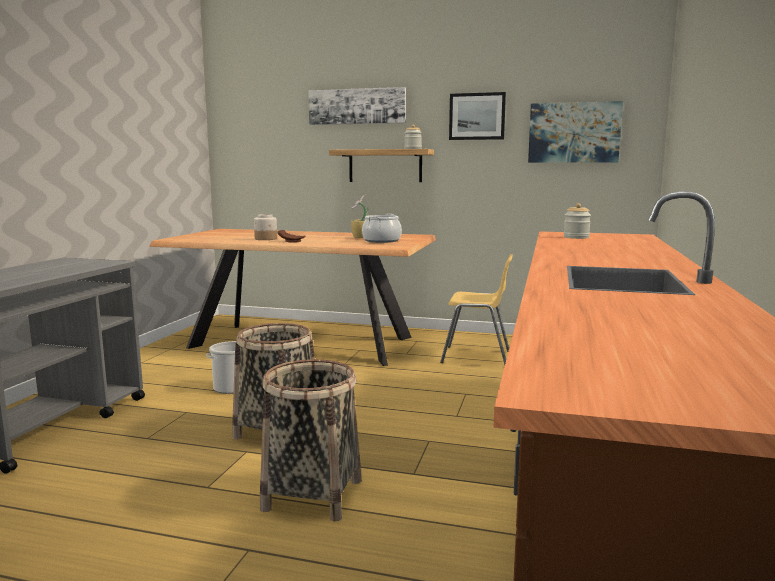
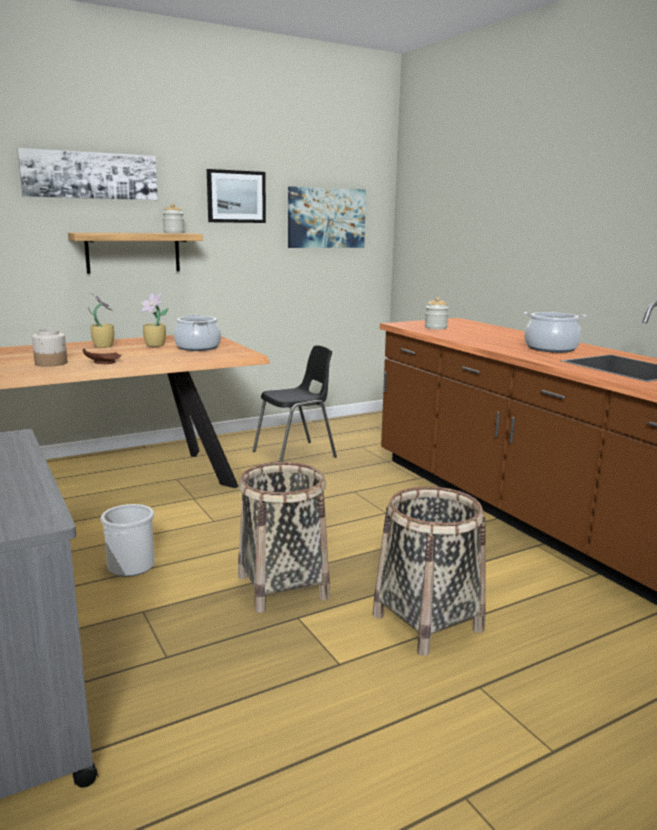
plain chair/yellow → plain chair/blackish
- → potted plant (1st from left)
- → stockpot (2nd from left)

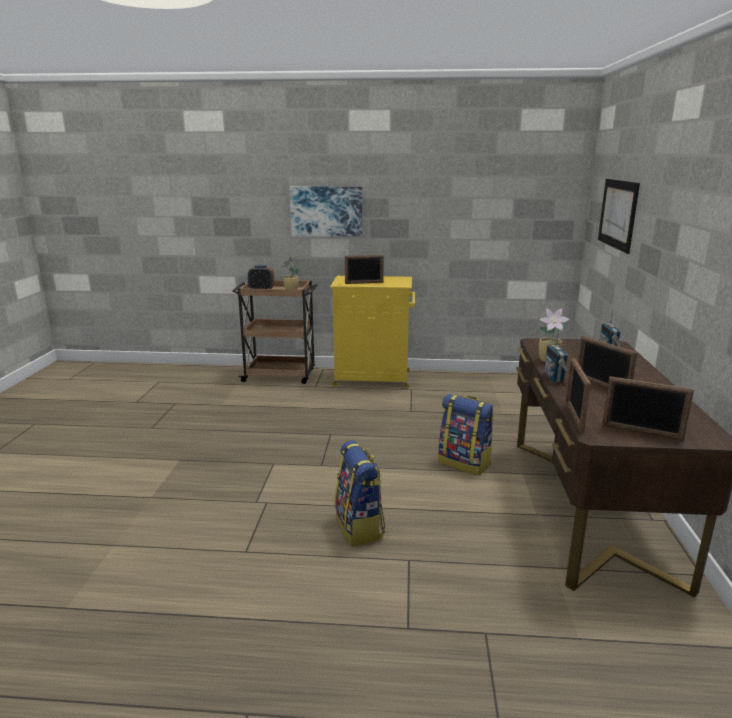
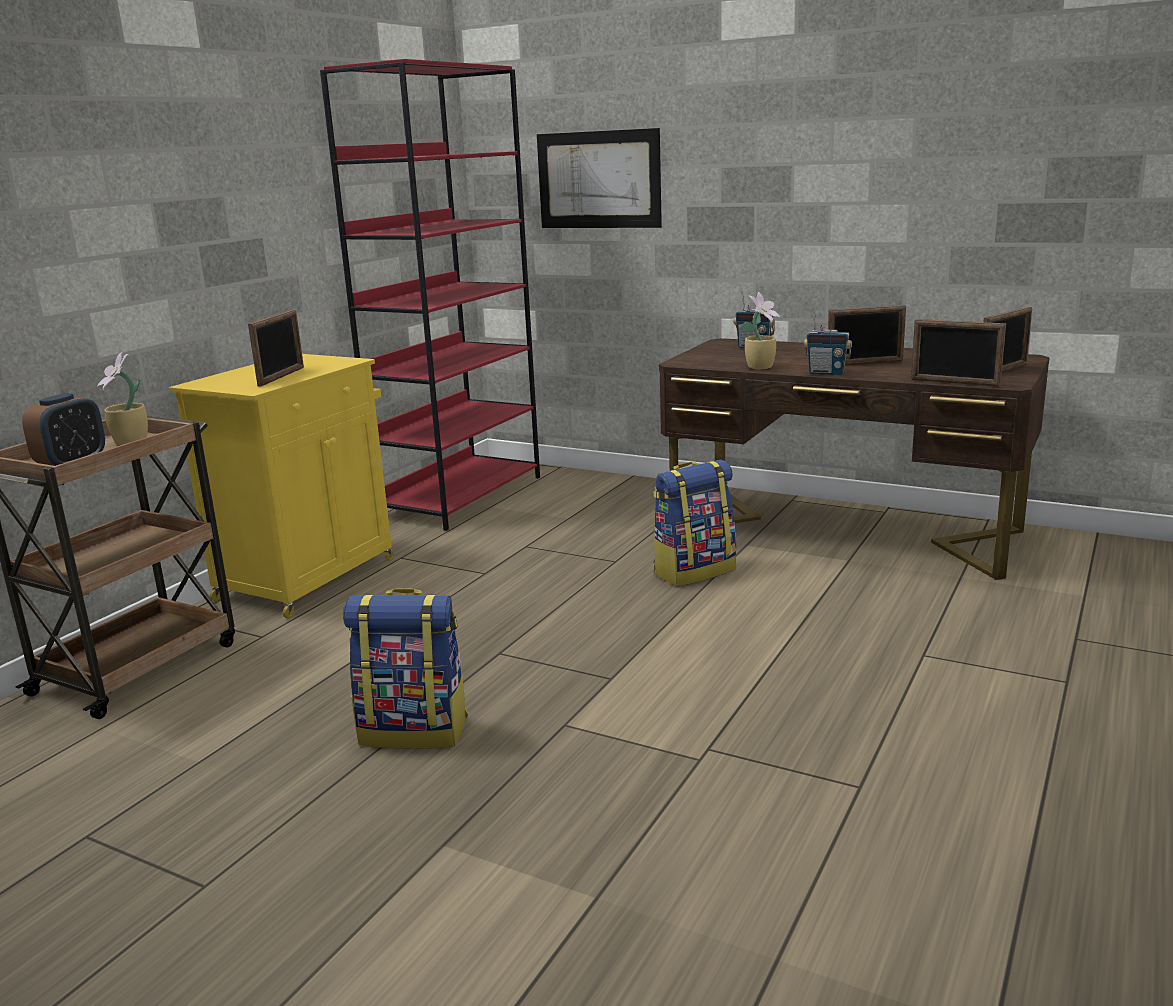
wall art (1st from left) → -
backpack (1st from left), moved
- → shelving unit/reddish

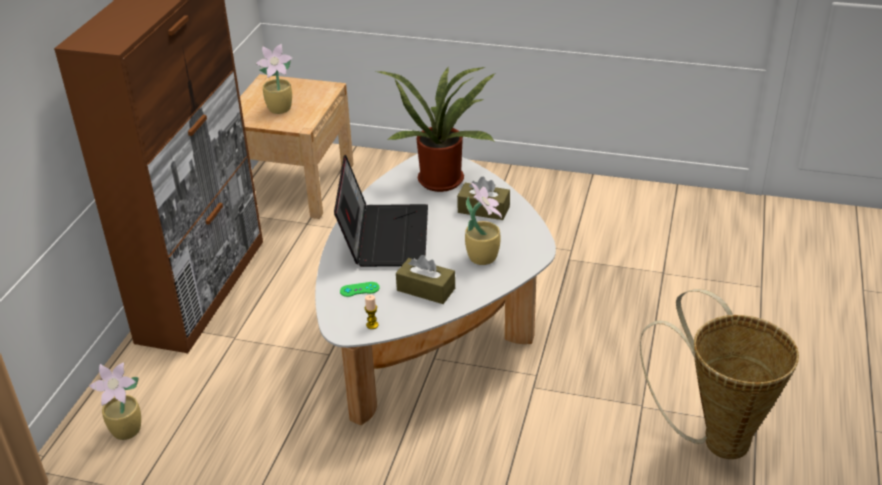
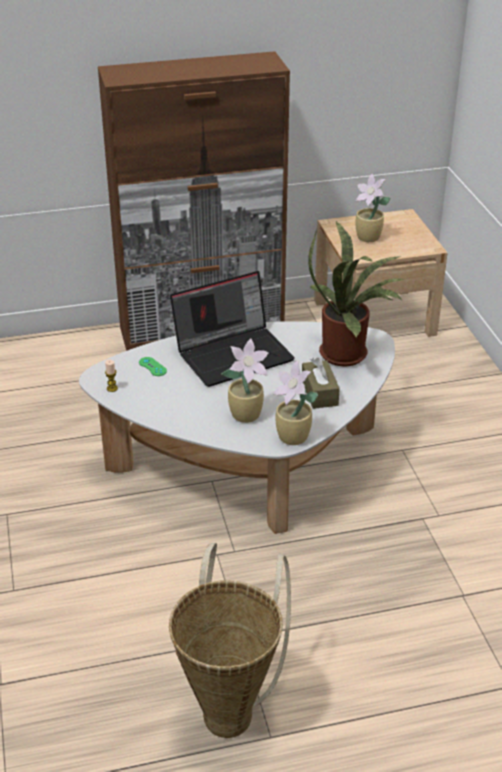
tissue box/brown-coloured (1st from left) → -
potted plant (1st from left in the first image) → potted plant (2nd from left), moved

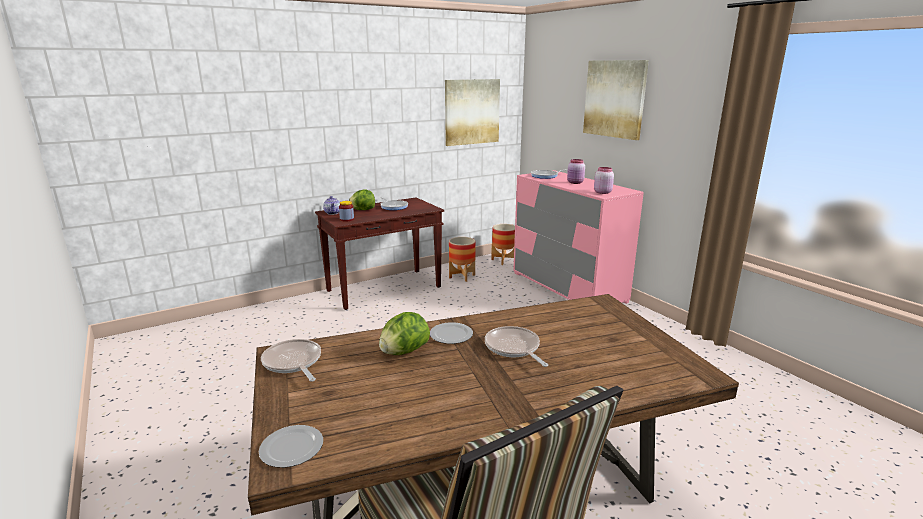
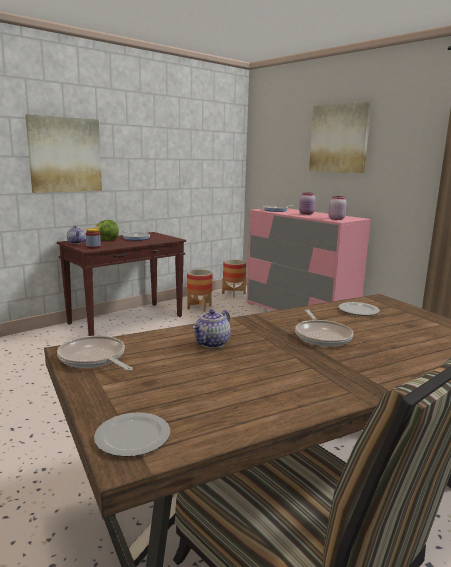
wall art (1st from left), moved
lettuce head (2nd from left) → teapot (2nd from left)
flat dish (2nd from left), moved
frying pan (3rd from left in the first image) → frying pan (4th from left), 150 degrees counterclockwise

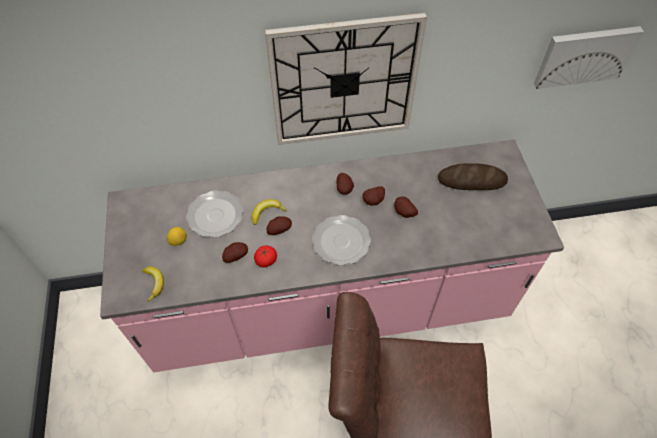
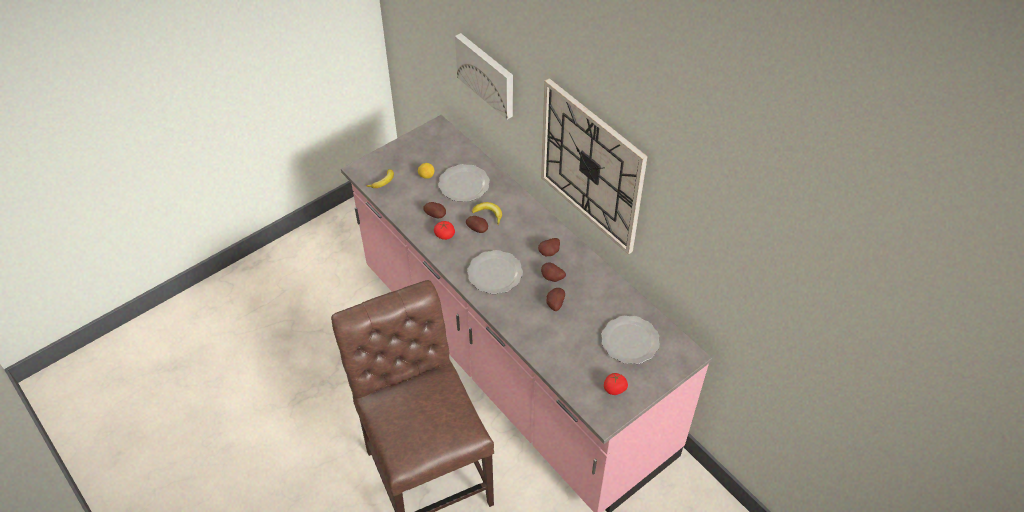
wall art, moved
bakery bread → flat dish (3rd from left)
- → tomato (2nd from left)

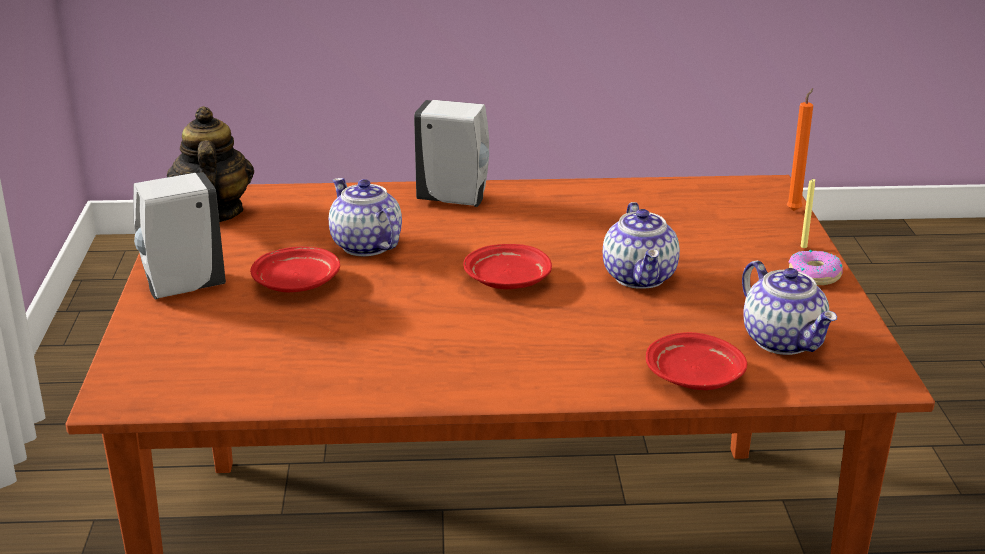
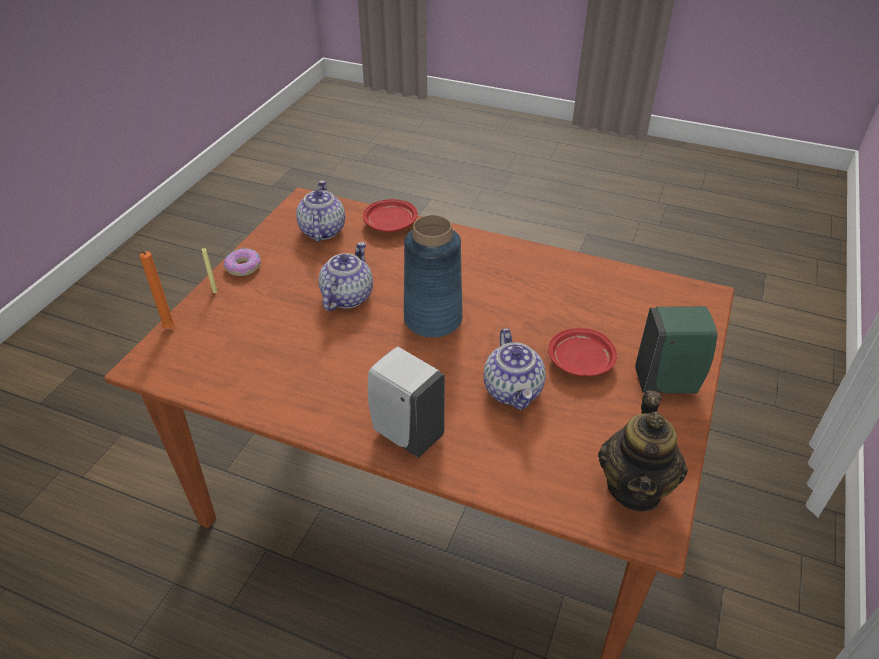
soap dispenser/white (1st from left) → soap dispenser/green
flat dish/reddish (2nd from left) → flower vase/blue-coloured

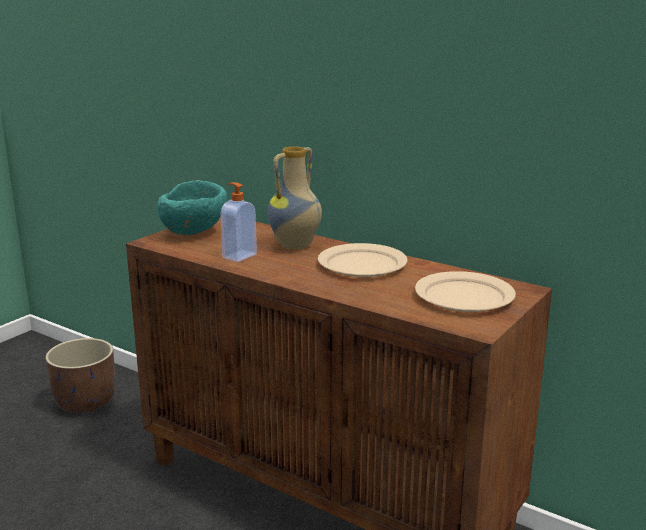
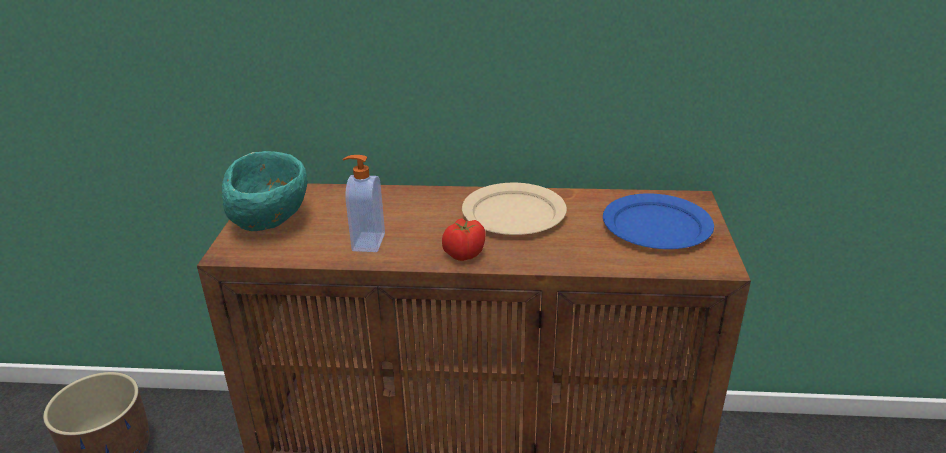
flower vase → -
flat dish/sand-coloured (2nd from left) → flat dish/blue-coloured
- → tomato

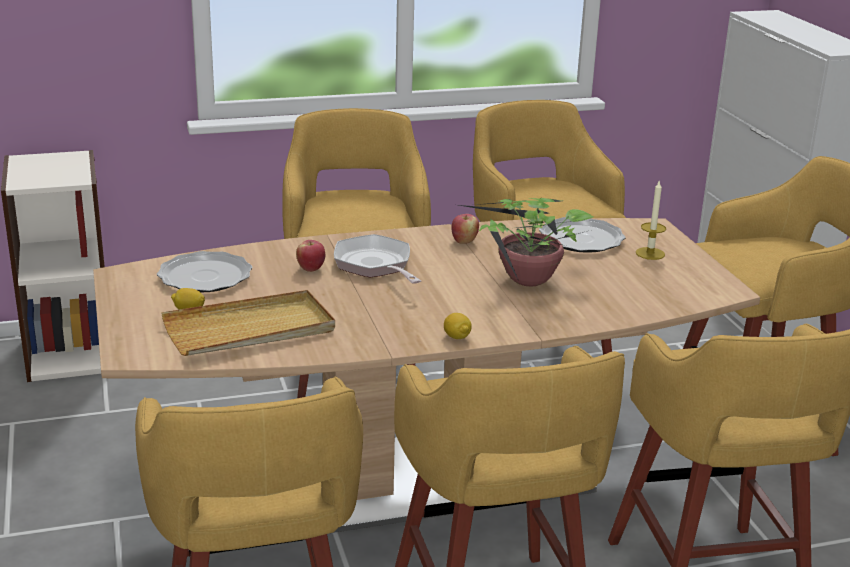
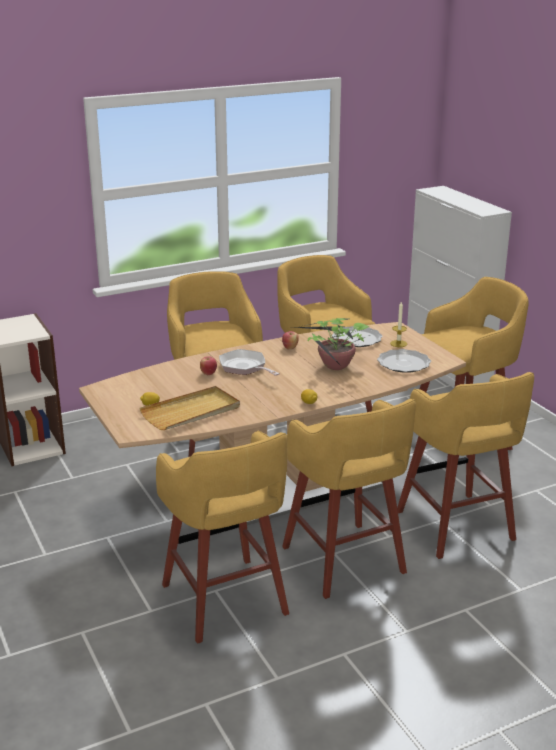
flat dish (1st from left in the first image) → flat dish (2nd from left), moved

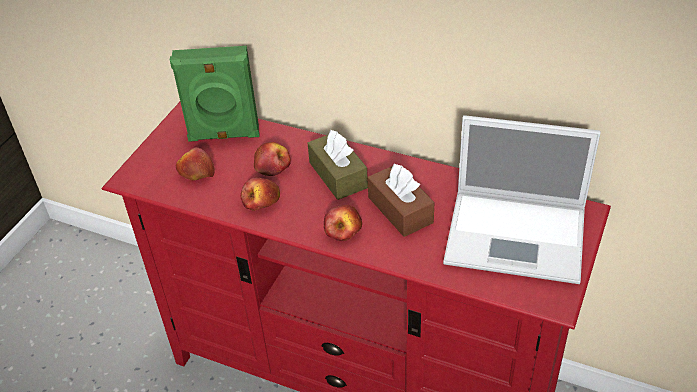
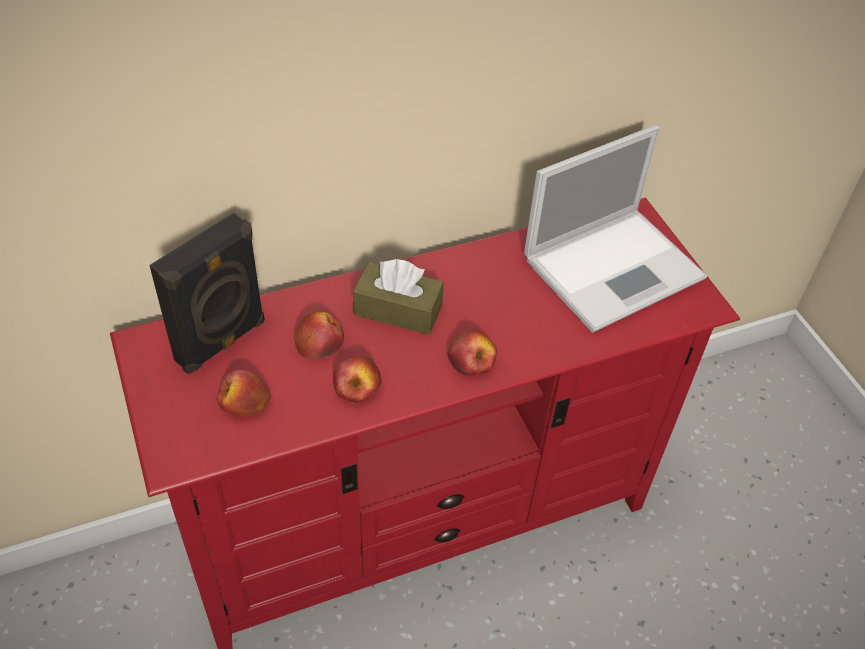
speaker/green → speaker/blackish
tissue box/brown-coloured (2nd from left) → -

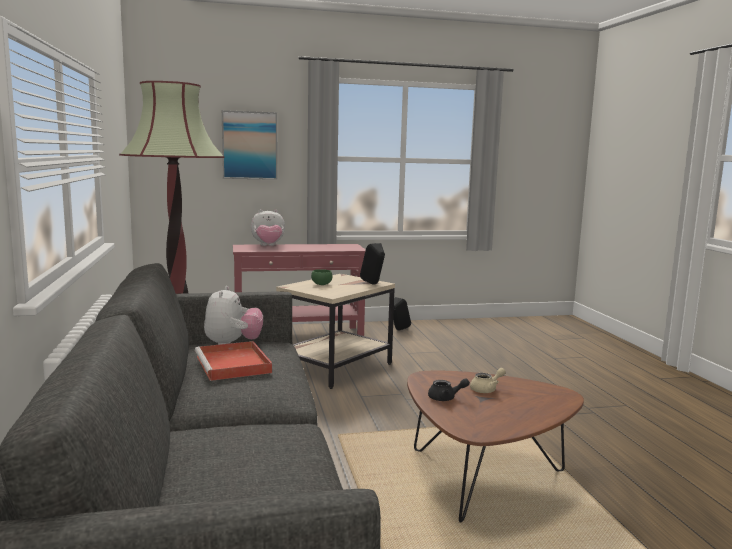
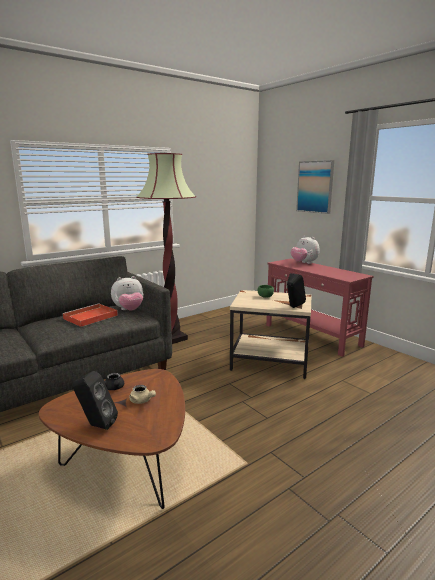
speaker/blackish (2nd from left in the first image) → speaker/blackish (1st from left), moved

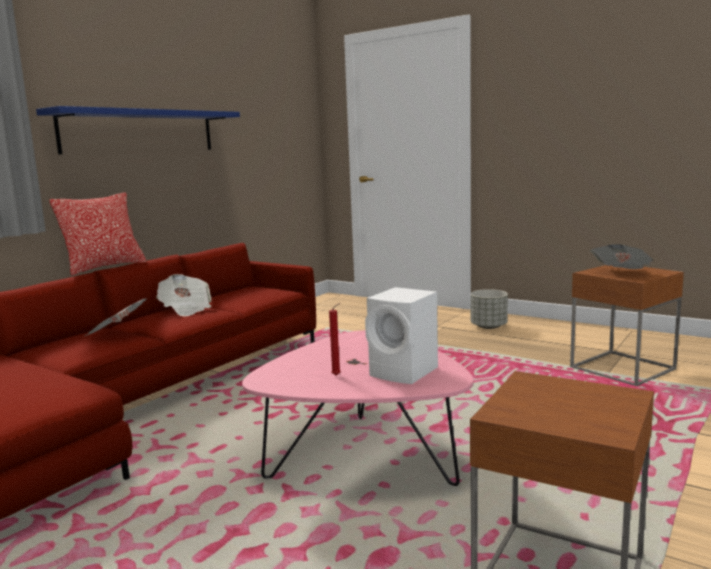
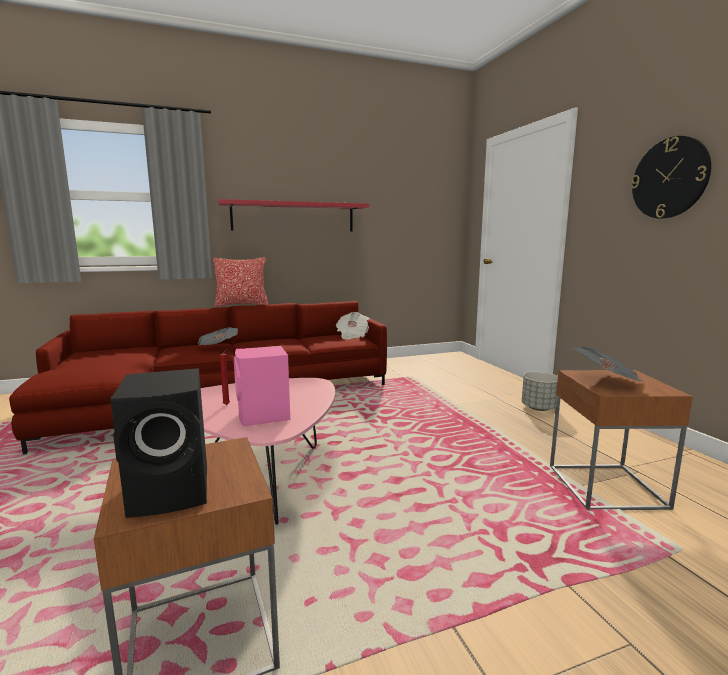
wall shelf/blue-coloured → wall shelf/reddish
daily paper (2nd from left), moved
speaker/white → speaker/pinkish
- → hanging clock
- → speaker/blackish

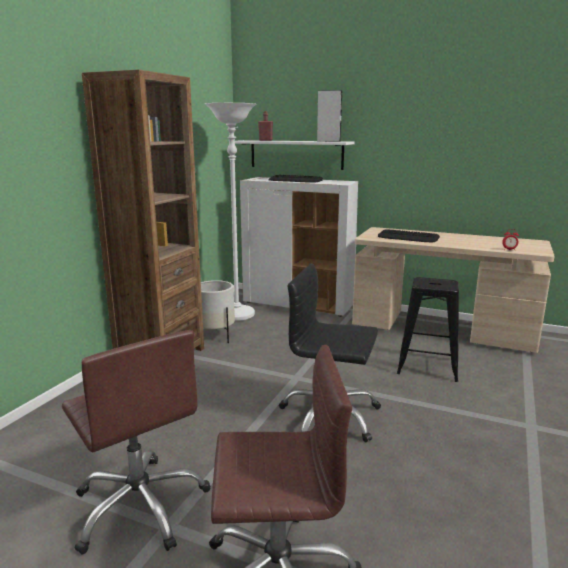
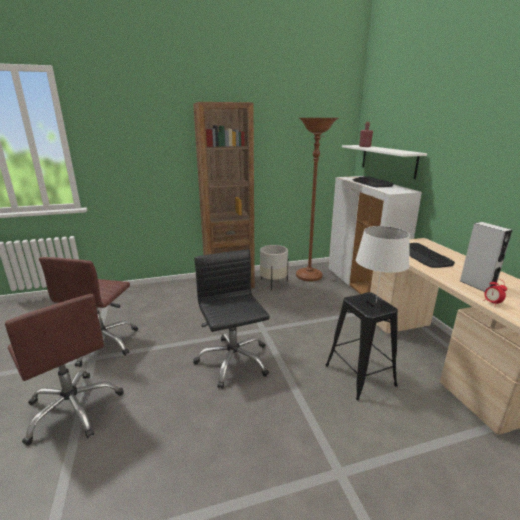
speaker/greyish, moved
standard lamp/white → standard lamp/brown-coloured
- → tabletop lamp/white

